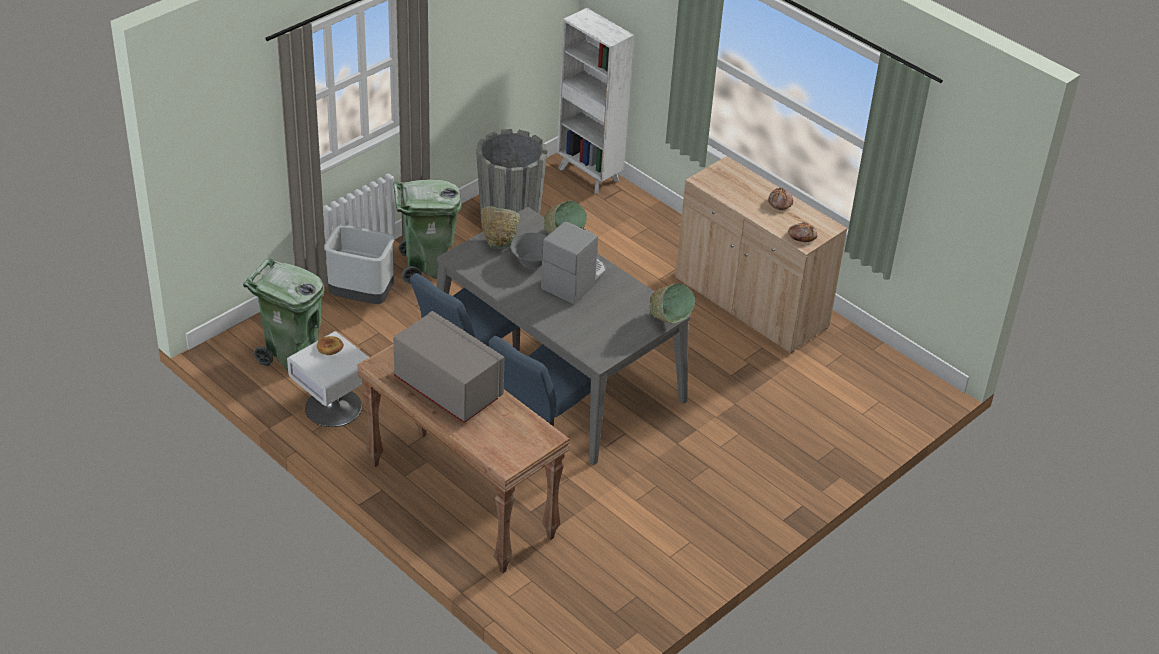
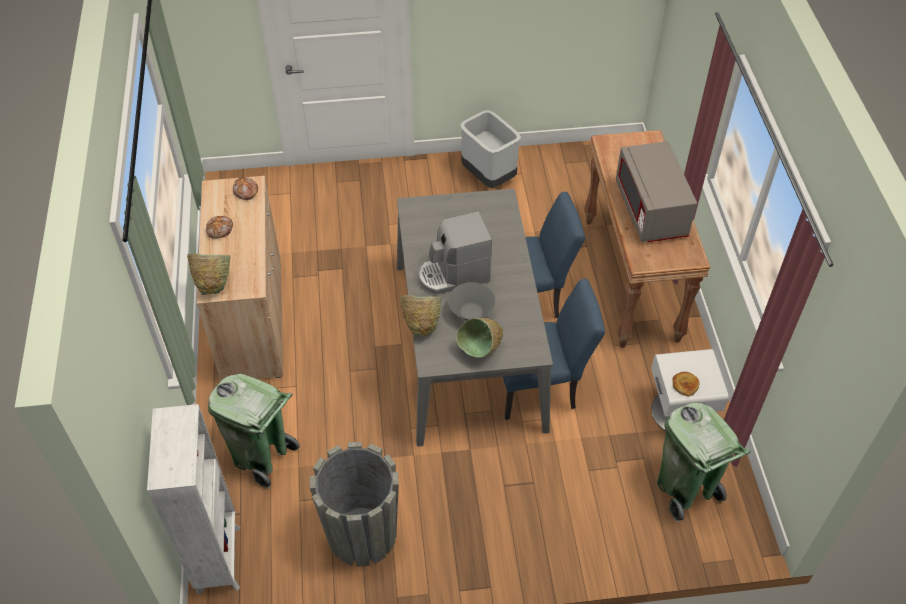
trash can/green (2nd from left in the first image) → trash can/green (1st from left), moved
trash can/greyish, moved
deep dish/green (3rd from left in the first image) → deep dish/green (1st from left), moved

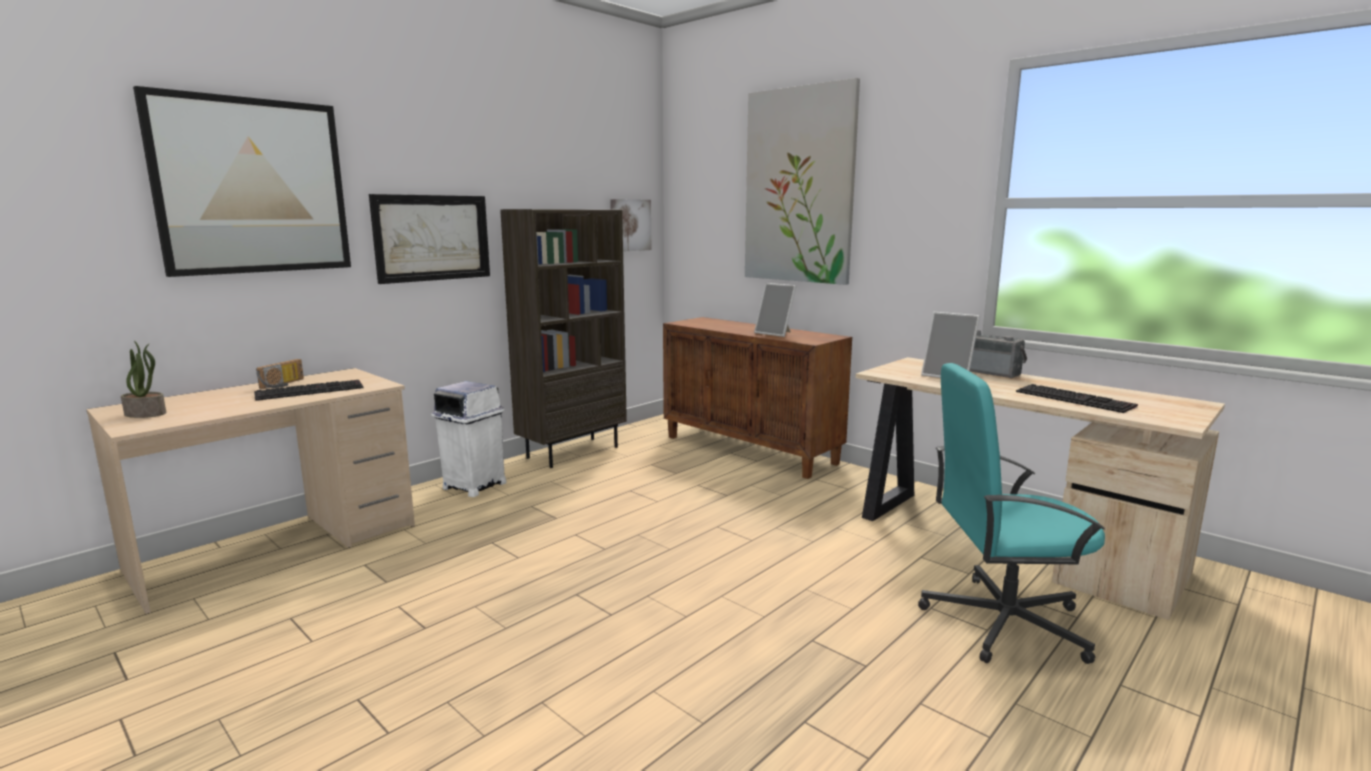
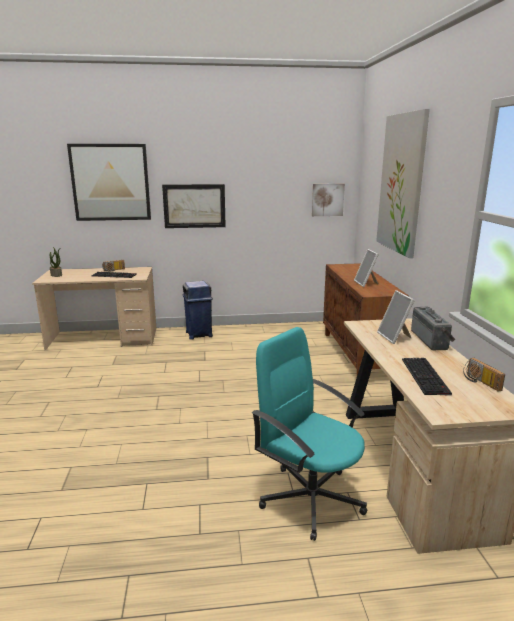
shelving unit/brown-coloured → -
trash can/white → trash can/blue-coloured
- → radio set (3rd from left)

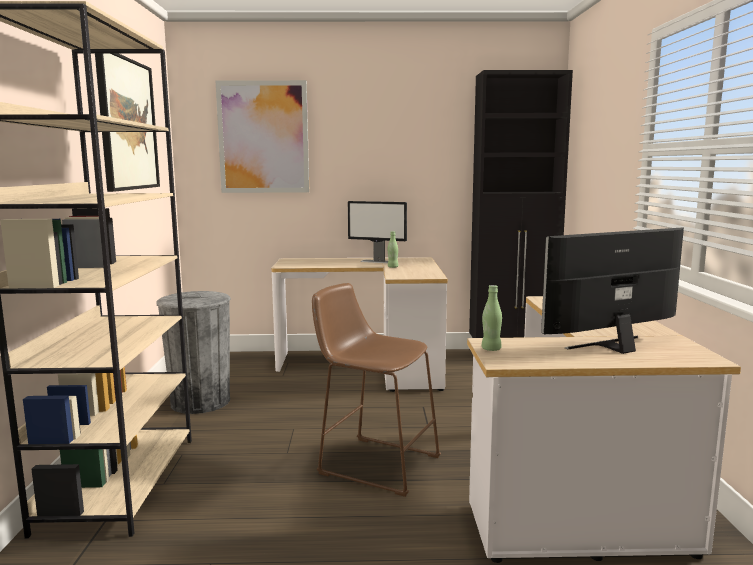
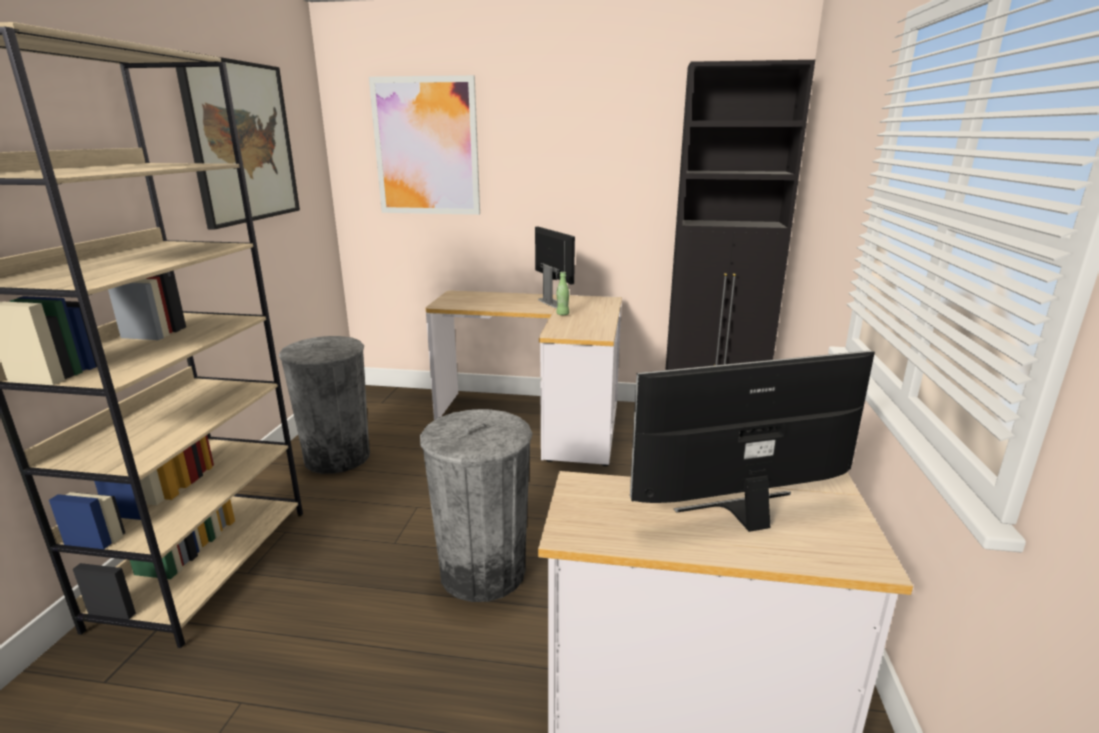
computer display (1st from left), 150 degrees counterclockwise
stool/brown-coloured → trash can/greyish (2nd from left)
drink bottle/green (2nd from left) → -

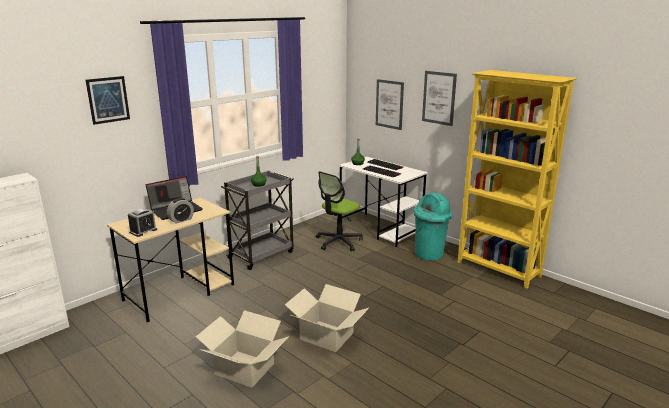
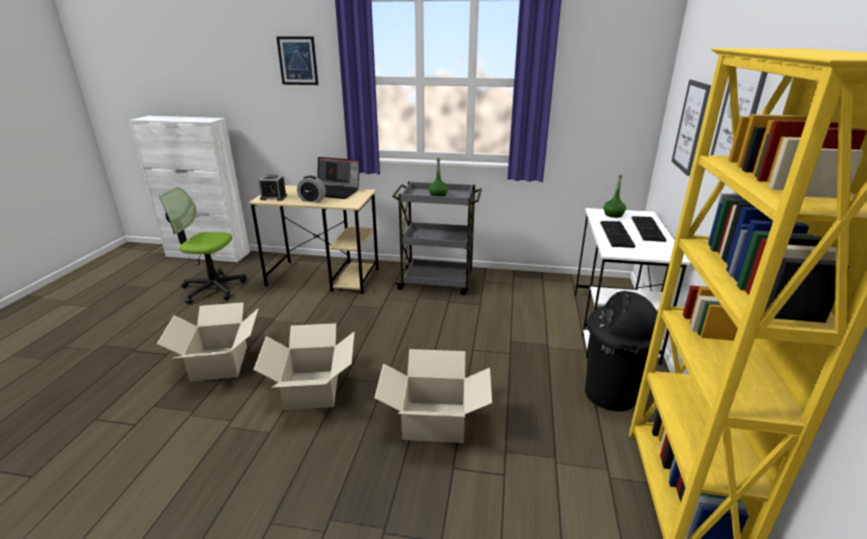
desk chair, moved
trash can/blue-green → trash can/blackish
- → carton (3rd from left)

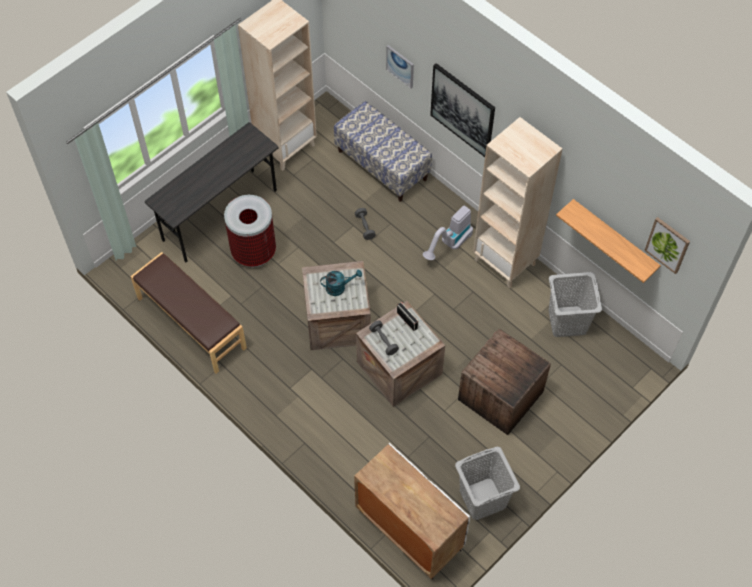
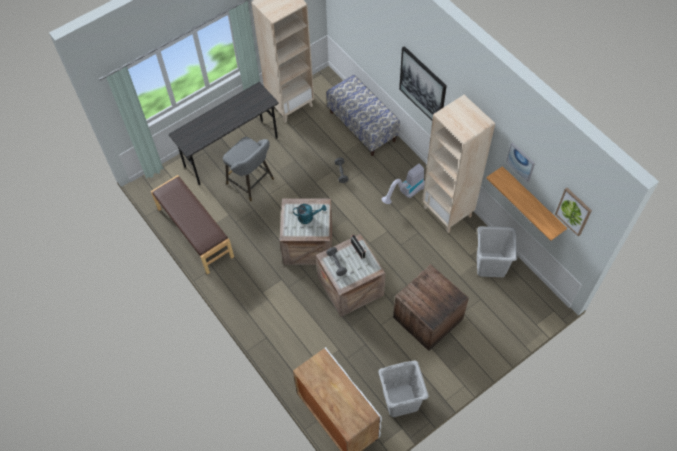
wall art (1st from left in the first image) → wall art (2nd from left), moved
trash can → stool/greyish

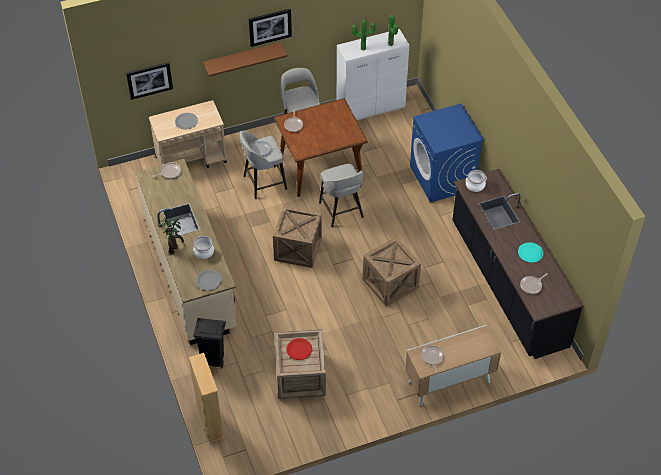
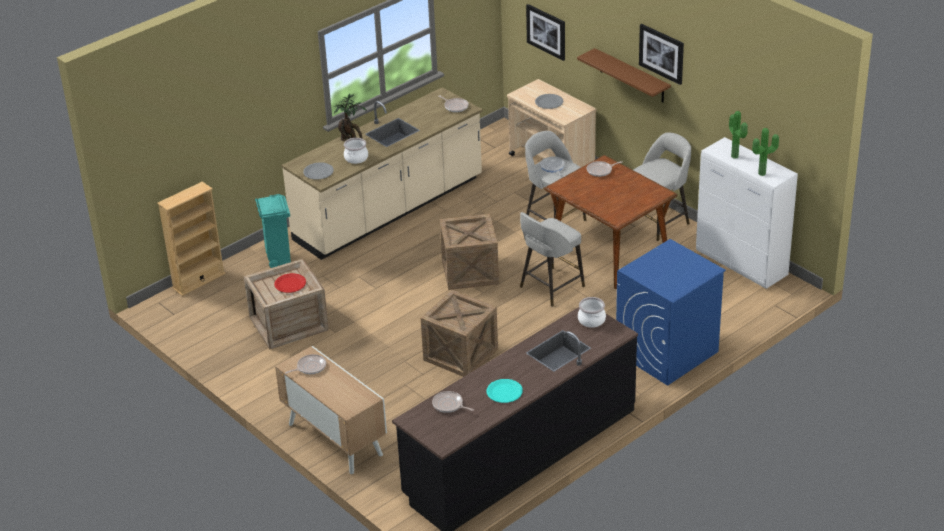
trash can/blackish → trash can/blue-green

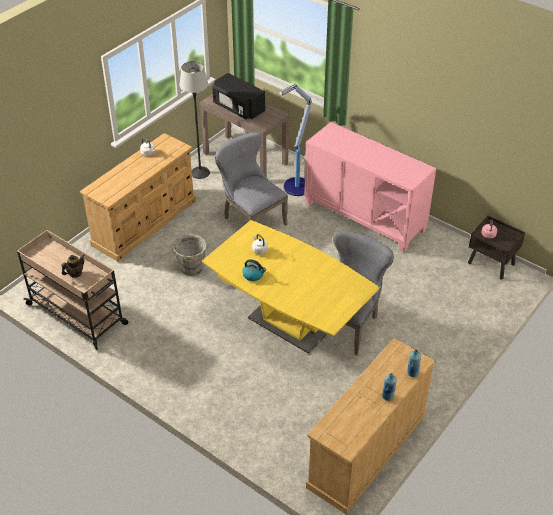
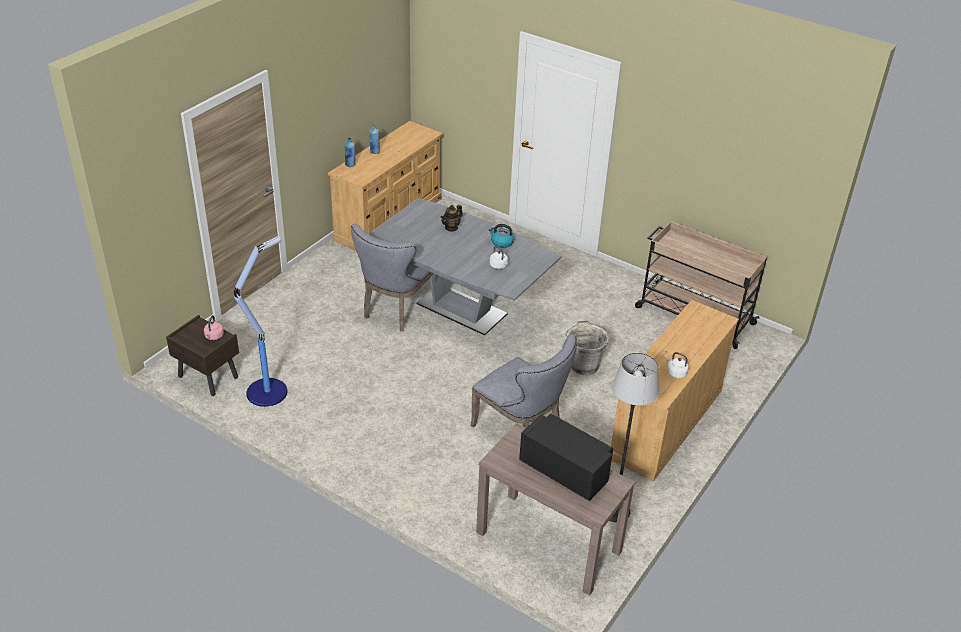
standard lamp (2nd from left in the first image) → standard lamp (1st from left), moved
cupboard/pinkish → -
dinner table/yellow → dinner table/greyish
teapot, moved

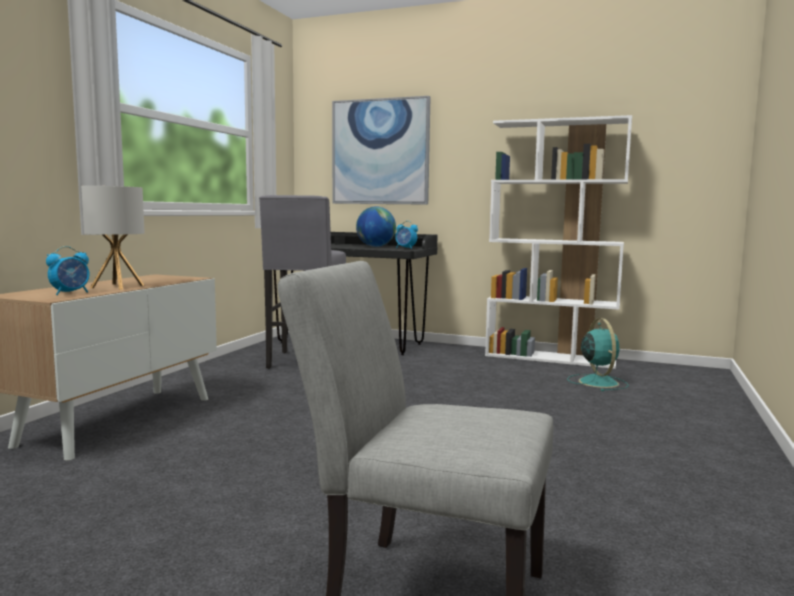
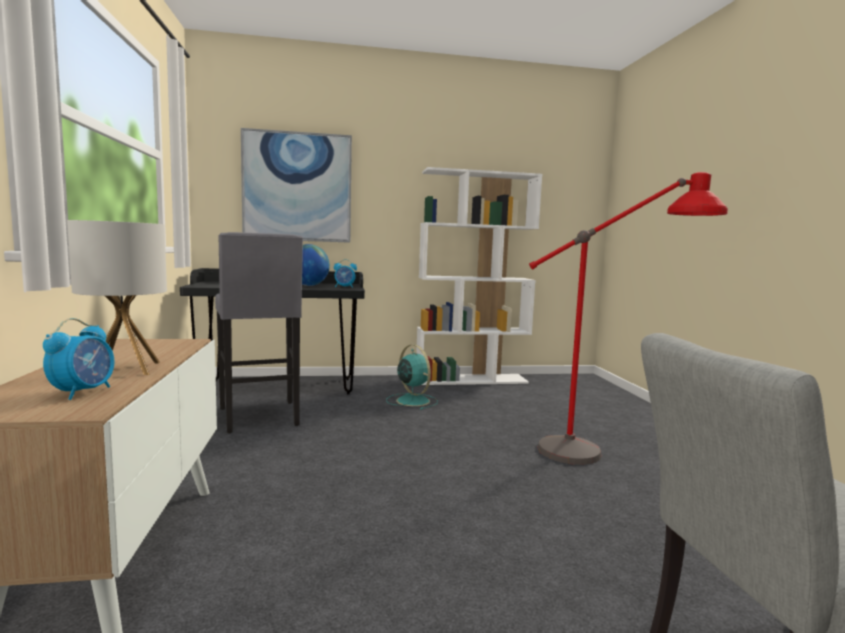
cooling fan/blue-green, moved
- → standard lamp/reddish

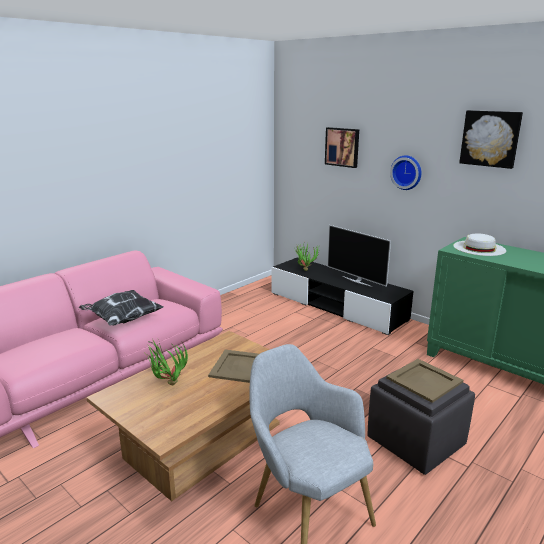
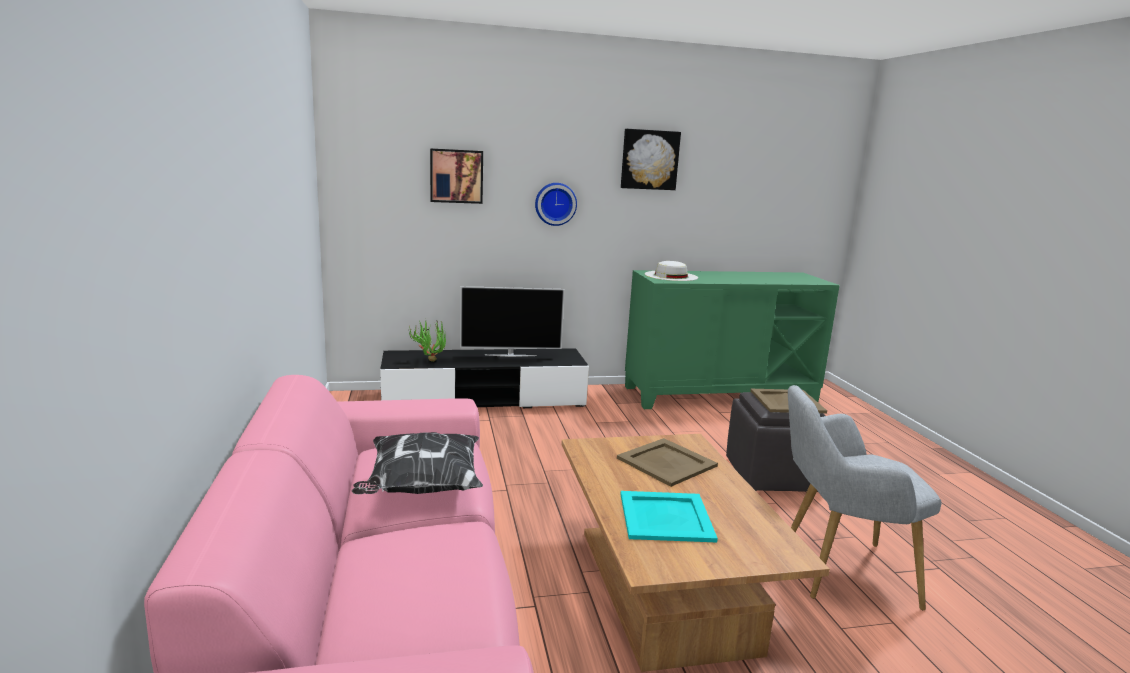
potted plant (1st from left) → tray/blue-green

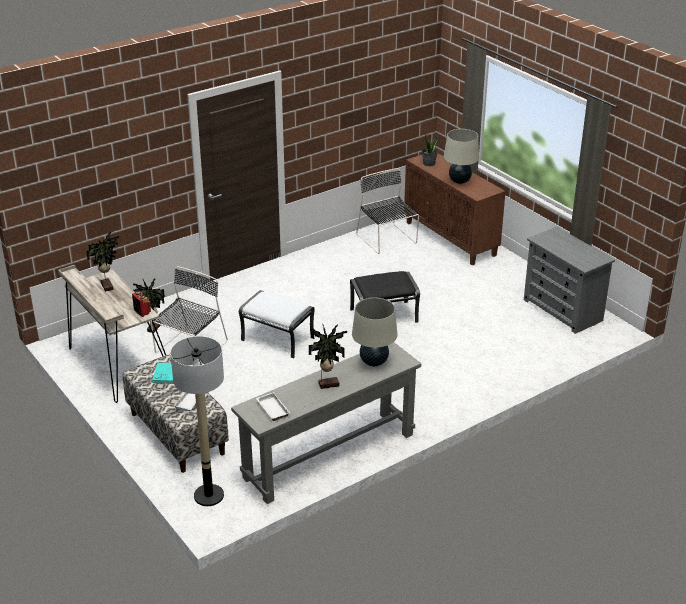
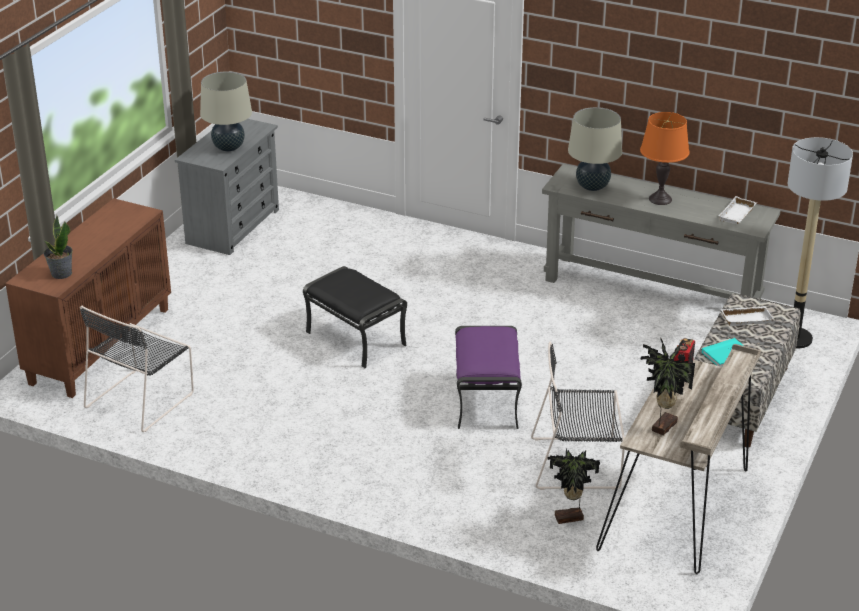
tabletop lamp/sand-coloured (2nd from left in the first image) → tabletop lamp/sand-coloured (1st from left), moved
pouffe/white → pouffe/purple
potted plant (3rd from left) → tabletop lamp/orange-coloured

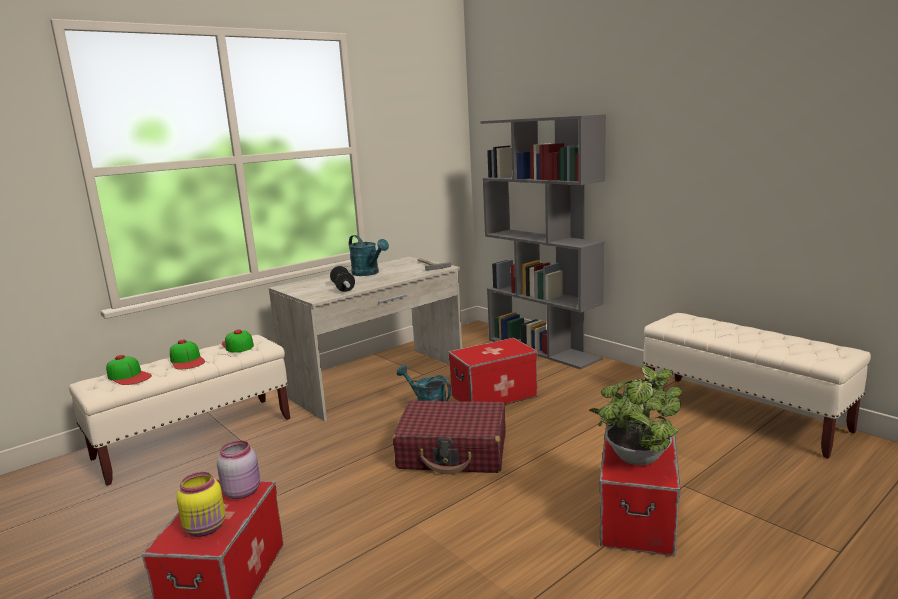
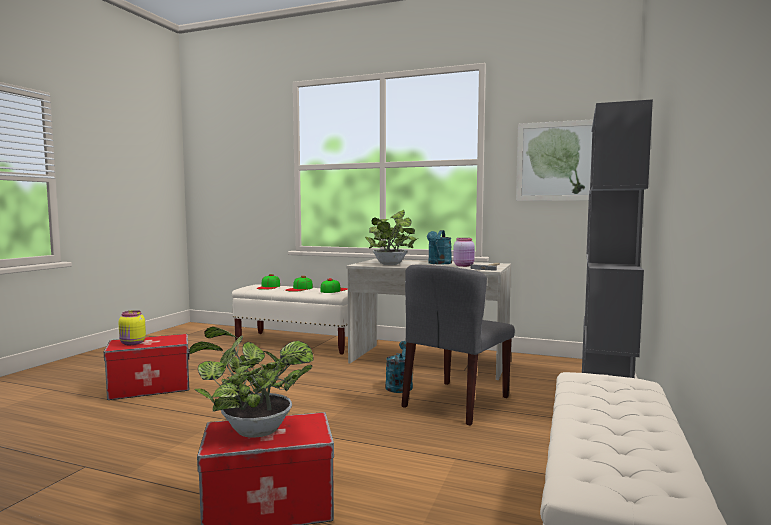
hand weight → potted plant (2nd from left)
storage box (2nd from left) → plain chair/greyish
travel case/reddish → -
storage jar/pinkish, moved
- → wall art

